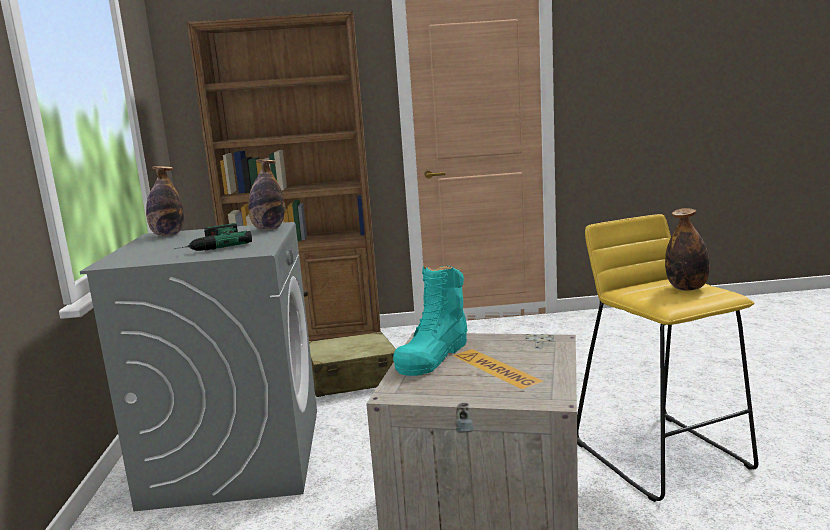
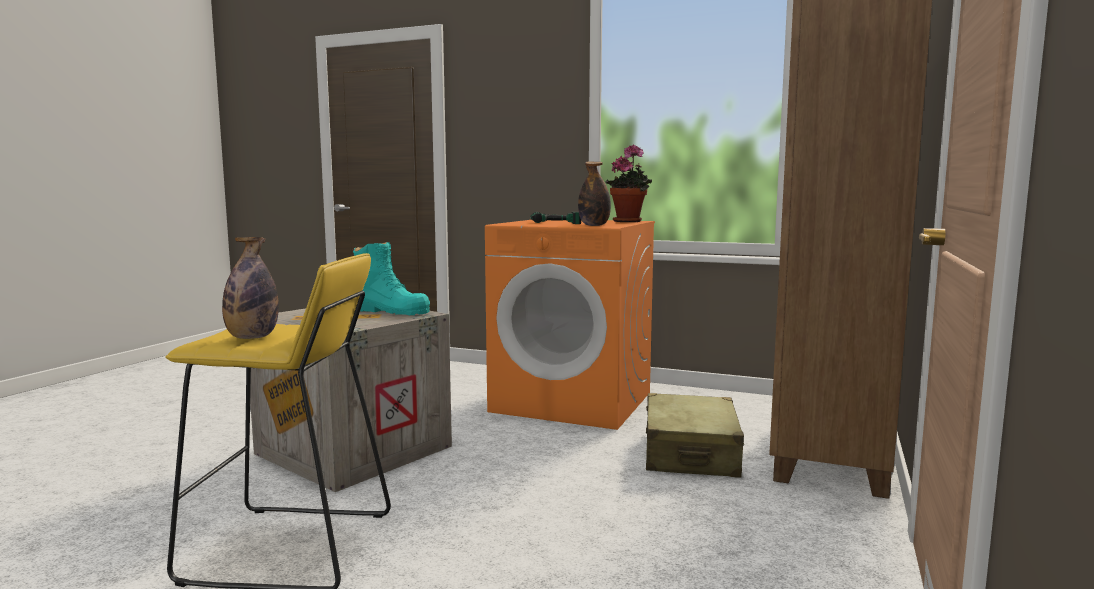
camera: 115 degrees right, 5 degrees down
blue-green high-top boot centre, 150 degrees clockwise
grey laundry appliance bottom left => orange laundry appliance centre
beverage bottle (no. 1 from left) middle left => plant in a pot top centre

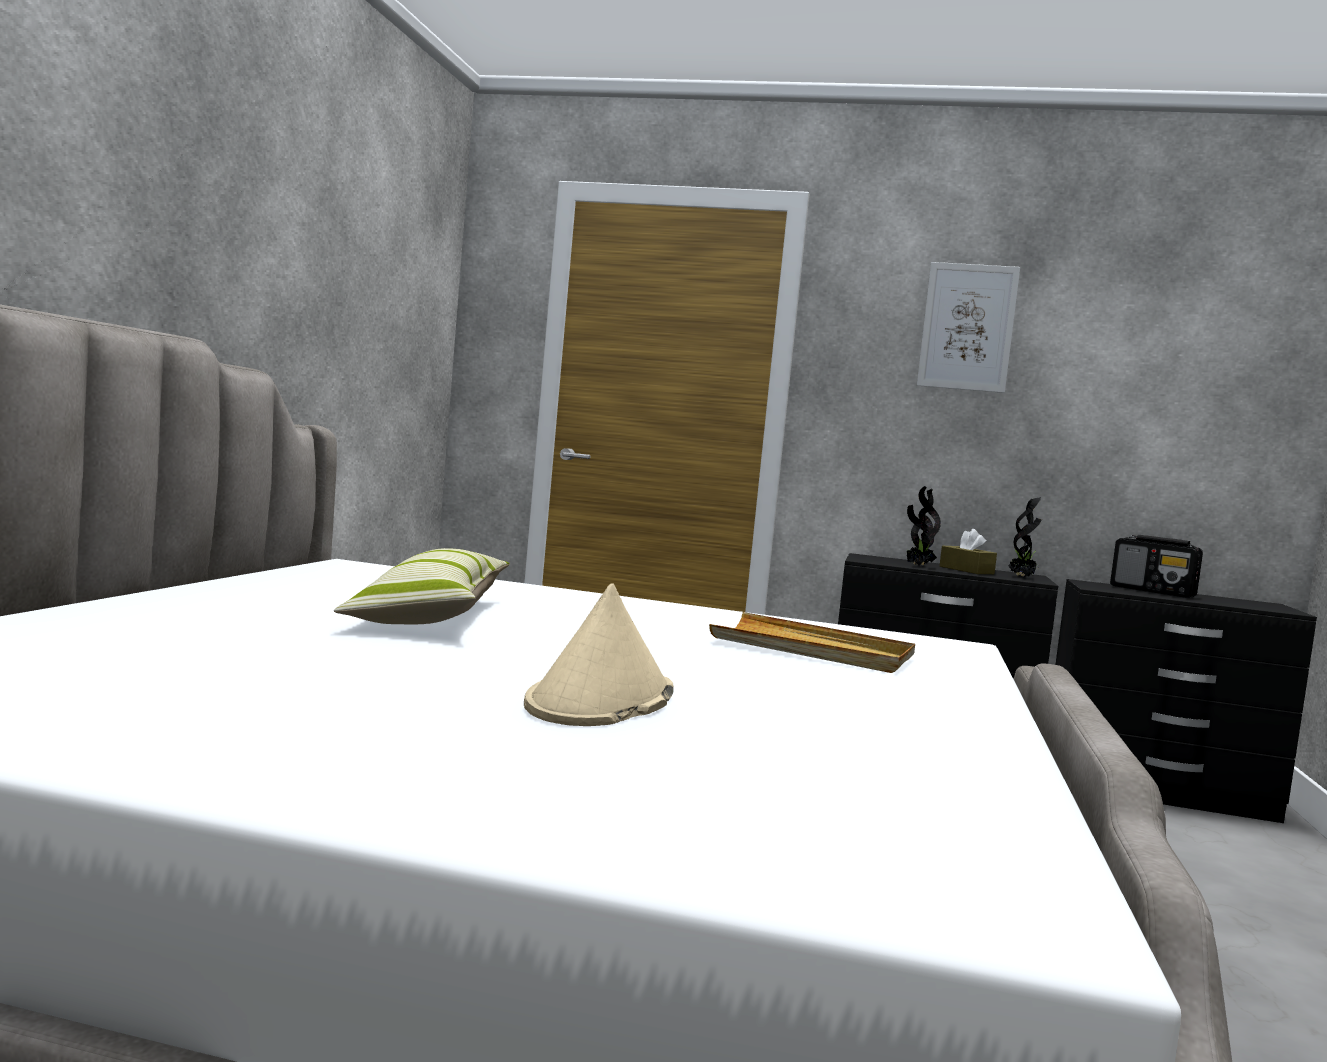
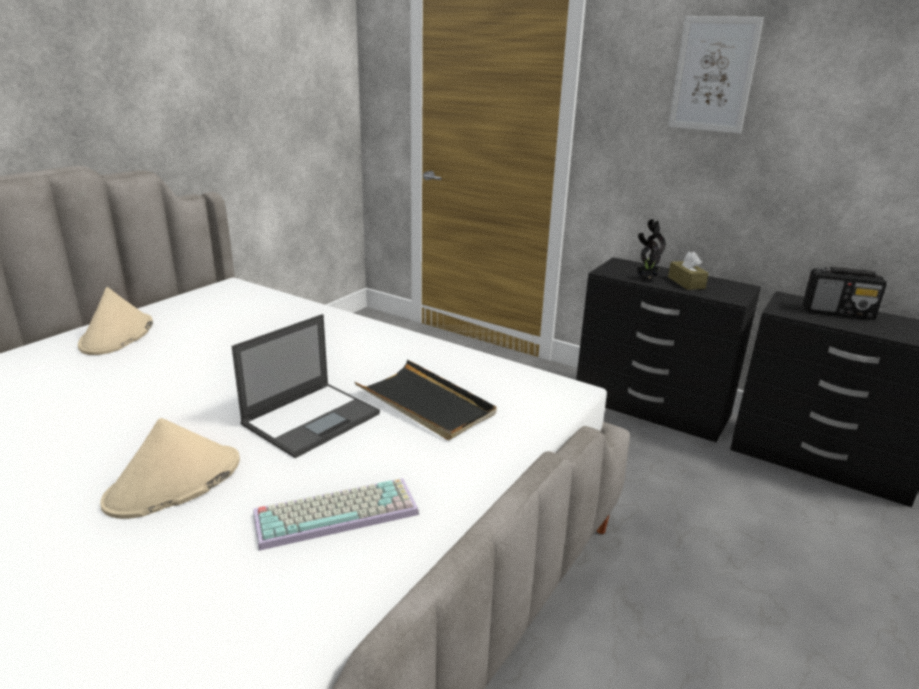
camera: 20 degrees right, 20 degrees up
nothing => beige wearable hat (no. 1 from left) middle left
nothing => laptop middle left
nothing => PC keyboard bottom centre
beige tray centre => black-coloured tray centre
radio middle right, 45 degrees counterclockwise
throw pillow middle left => nothing
plant in a pot (no. 2 from left) middle right => nothing

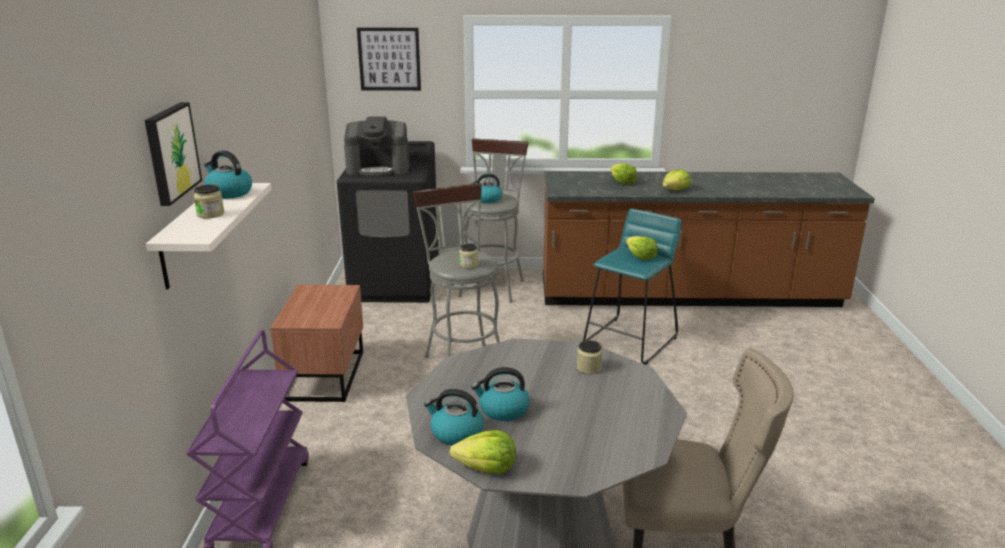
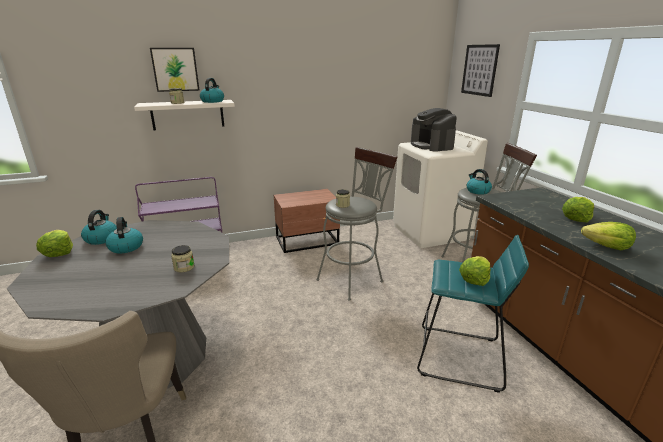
camera: 70 degrees right, 0 degrees up
black-coloured laundry appliance centre => white-coloured laundry appliance centre

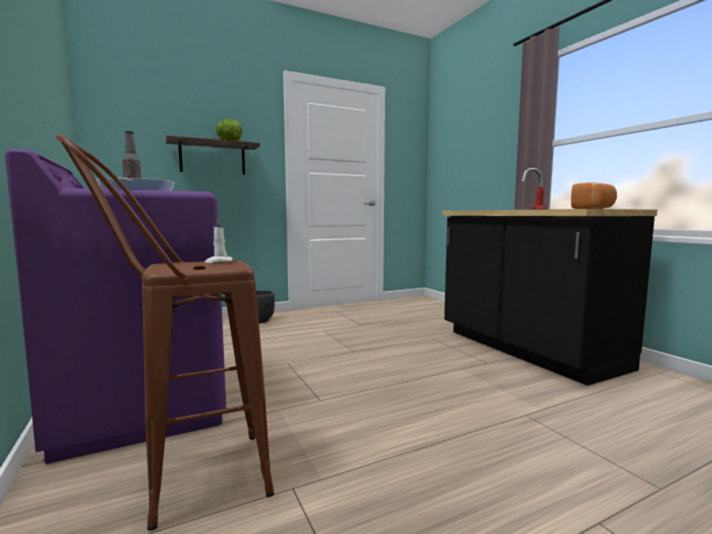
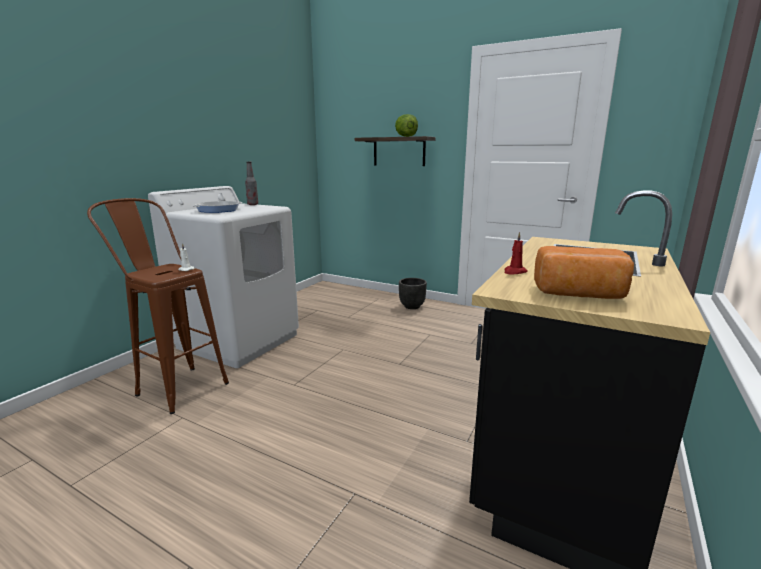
camera: 55 degrees right, 10 degrees up
purple-coloured laundry appliance middle left => white-coloured laundry appliance middle left

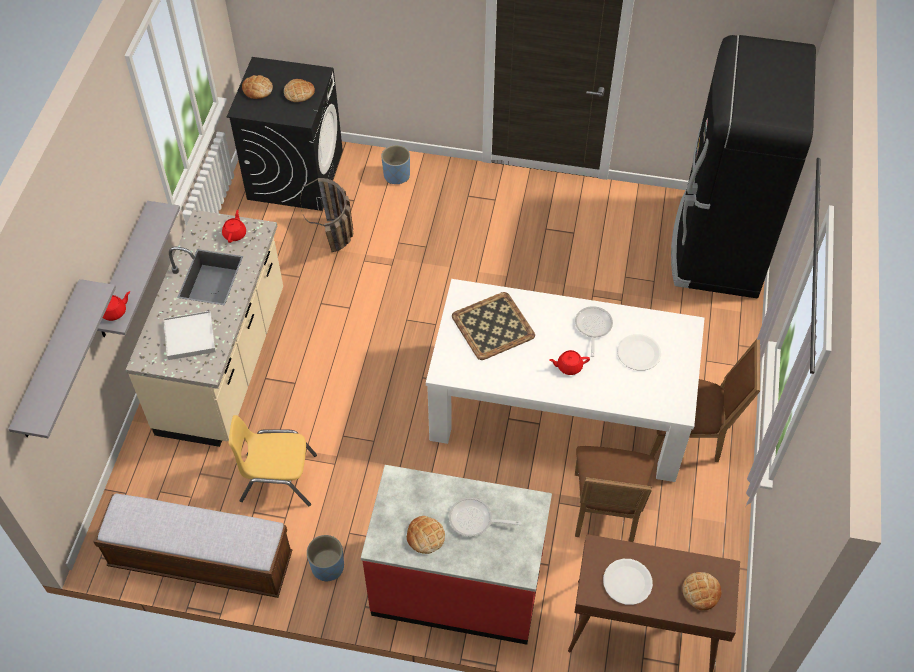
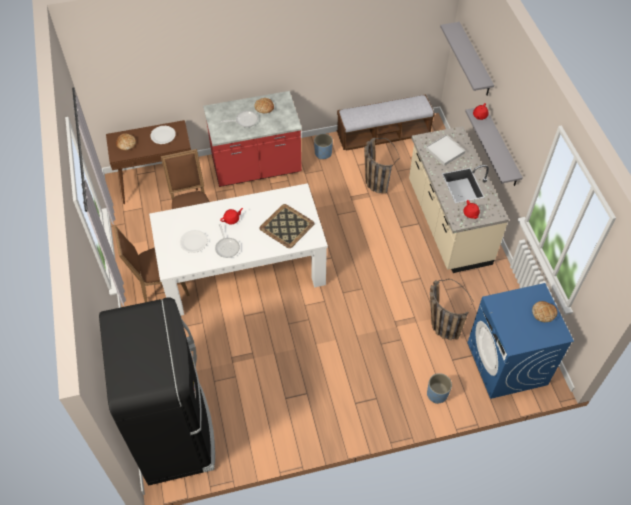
camera: 155 degrees right, 0 degrees up
yellow-coloured chair bottom left => storage basket (no. 1 from left) top centre
black-coloured laundry appliance top left => blue-coloured laundry appliance bottom right
baked bread (no. 2 from left) top left => nothing

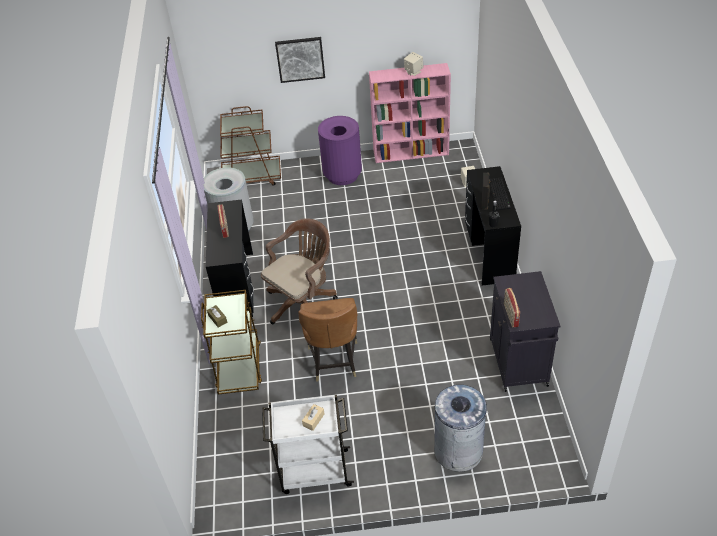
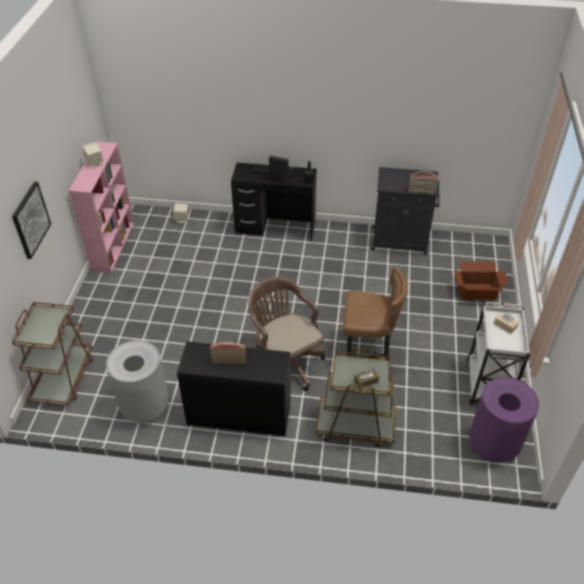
camera: 80 degrees left, 0 degrees up
grey rubbish bin (no. 2 from left) bottom centre => packing box middle right
purple-coloured rubbish bin top centre => purple-coloured rubbish bin bottom right, relocated

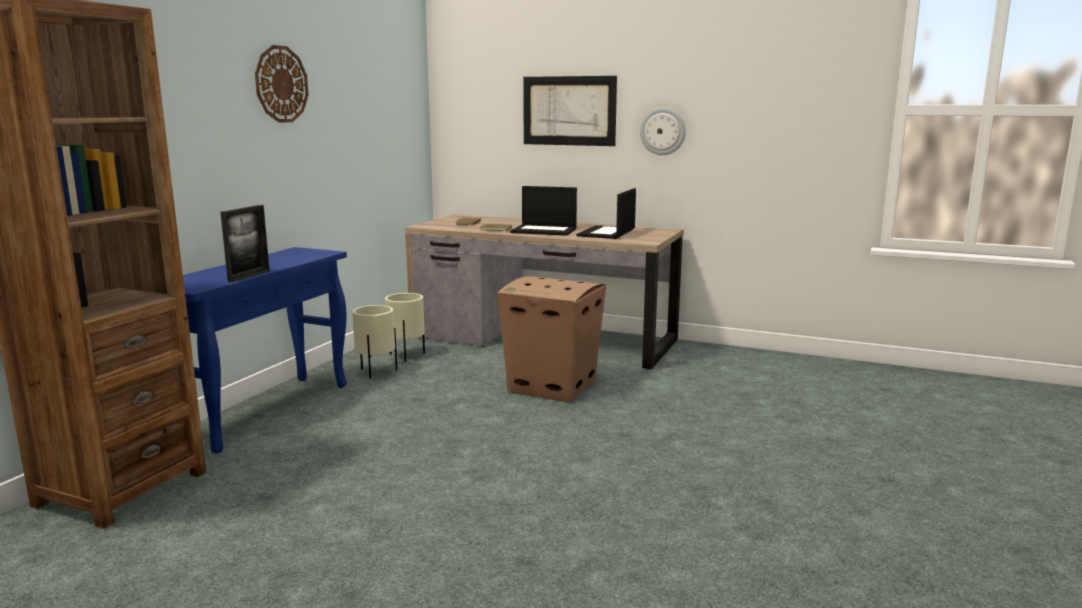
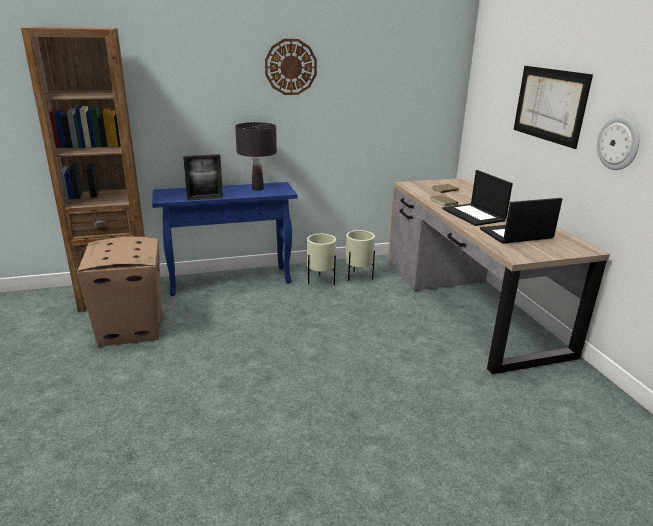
camera: 50 degrees right, 10 degrees up
packing box centre => packing box middle left, relocated
nothing => black-coloured table lamp top centre

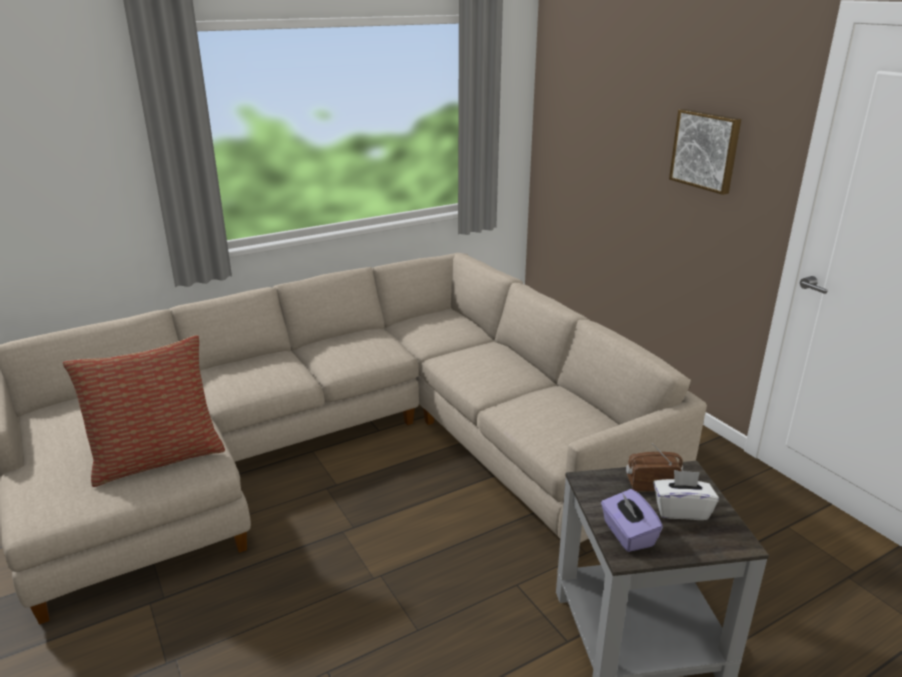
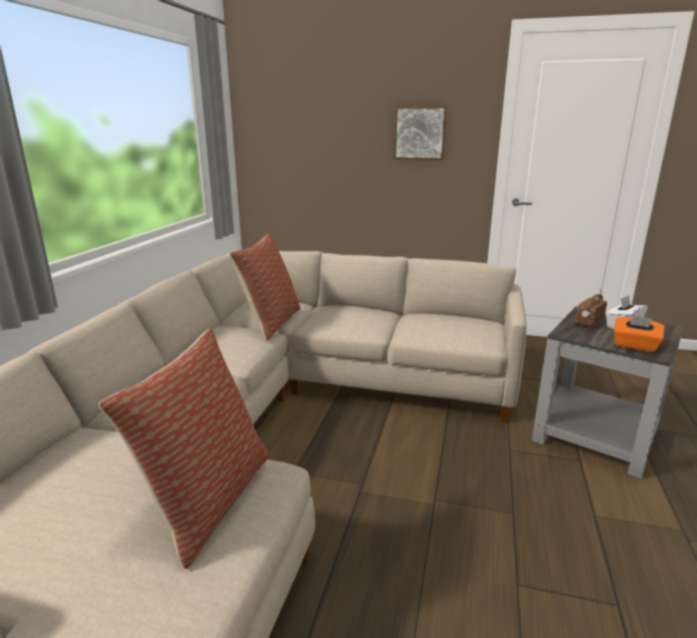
camera: 45 degrees left, 5 degrees down
nothing => throw pillow (no. 2 from left) centre
purple-coloured box of tissues bottom right => orange box of tissues middle right

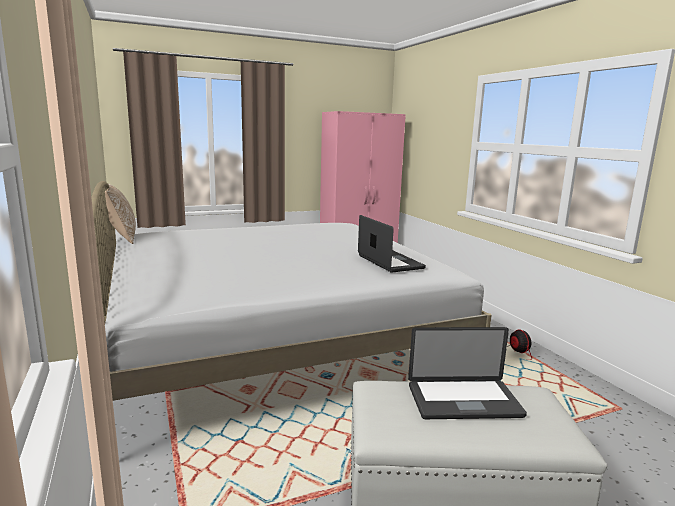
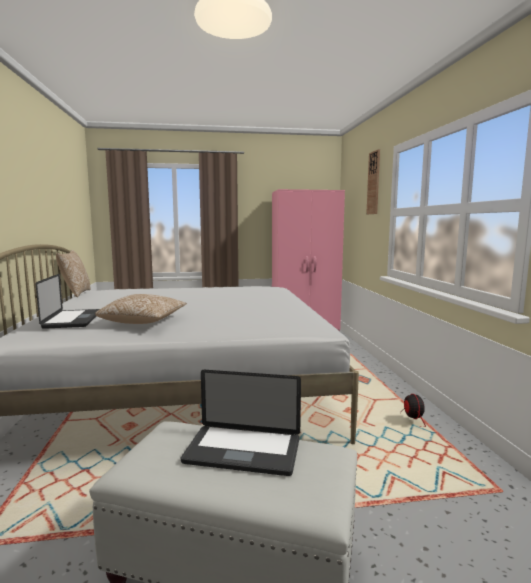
camera: 15 degrees right, 5 degrees down
laptop (no. 1 from left) centre => laptop (no. 1 from left) middle left, relocated
nothing => throw pillow (no. 2 from left) middle left
nothing => hanging clock top right

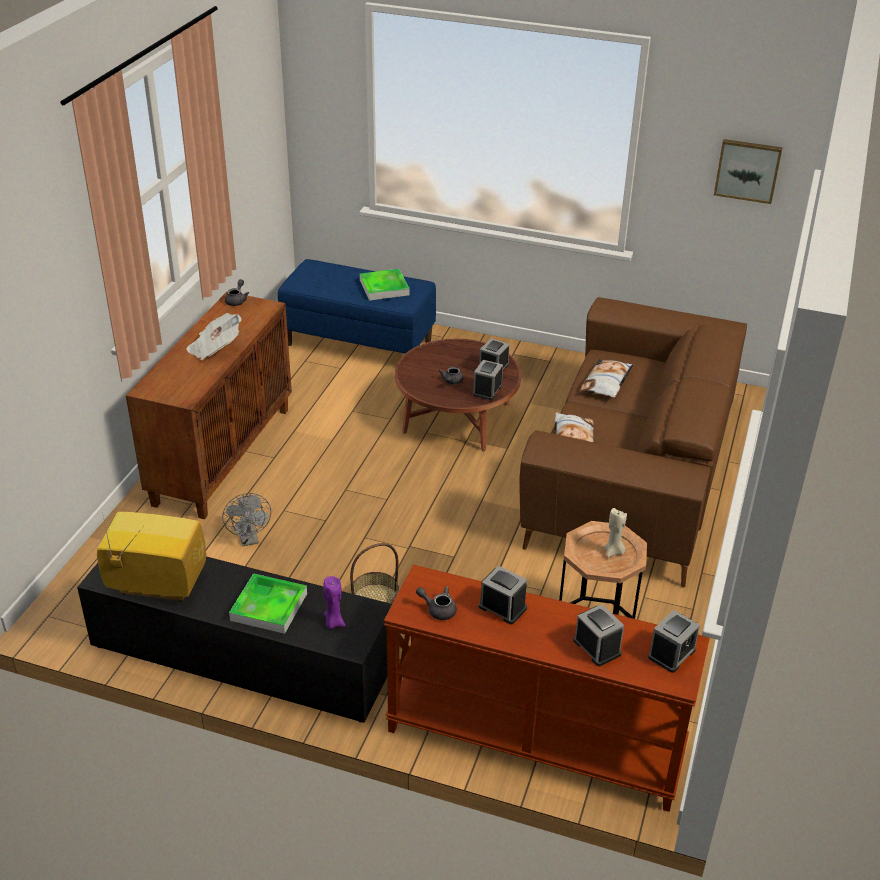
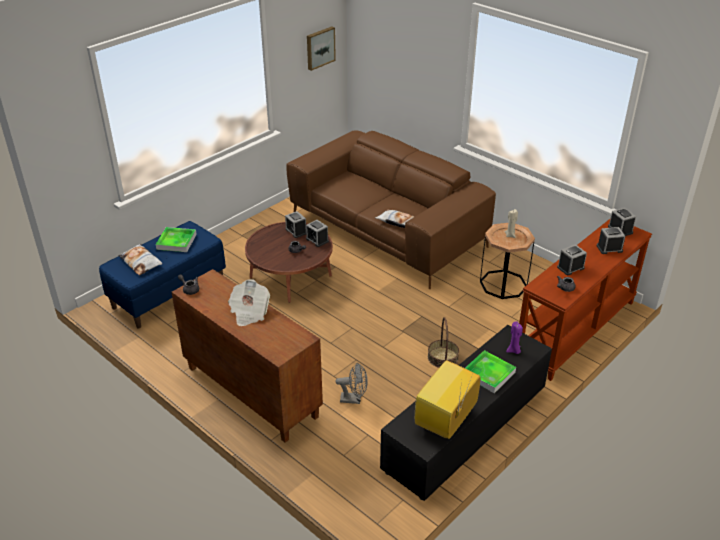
camera: 65 degrees left, 0 degrees up
throw pillow (no. 2 from left in the first image) middle right => throw pillow (no. 1 from left) middle left, relocated

